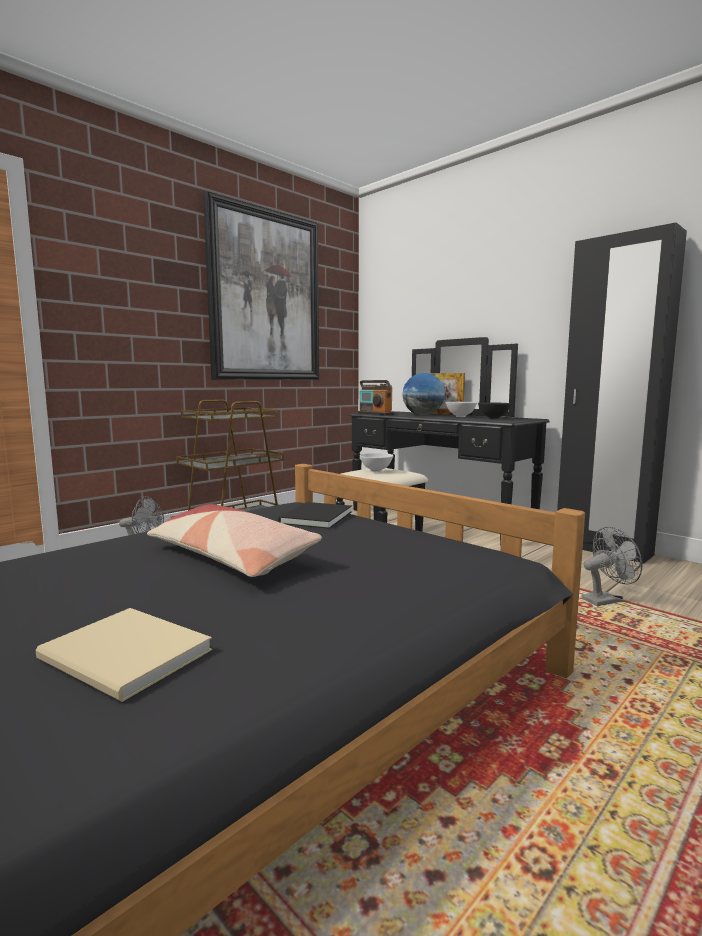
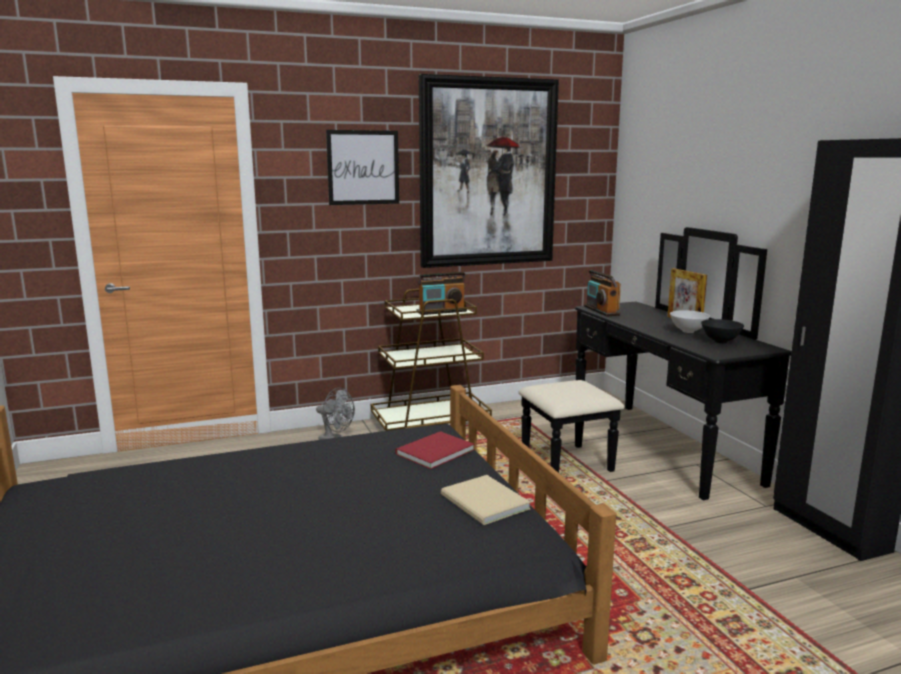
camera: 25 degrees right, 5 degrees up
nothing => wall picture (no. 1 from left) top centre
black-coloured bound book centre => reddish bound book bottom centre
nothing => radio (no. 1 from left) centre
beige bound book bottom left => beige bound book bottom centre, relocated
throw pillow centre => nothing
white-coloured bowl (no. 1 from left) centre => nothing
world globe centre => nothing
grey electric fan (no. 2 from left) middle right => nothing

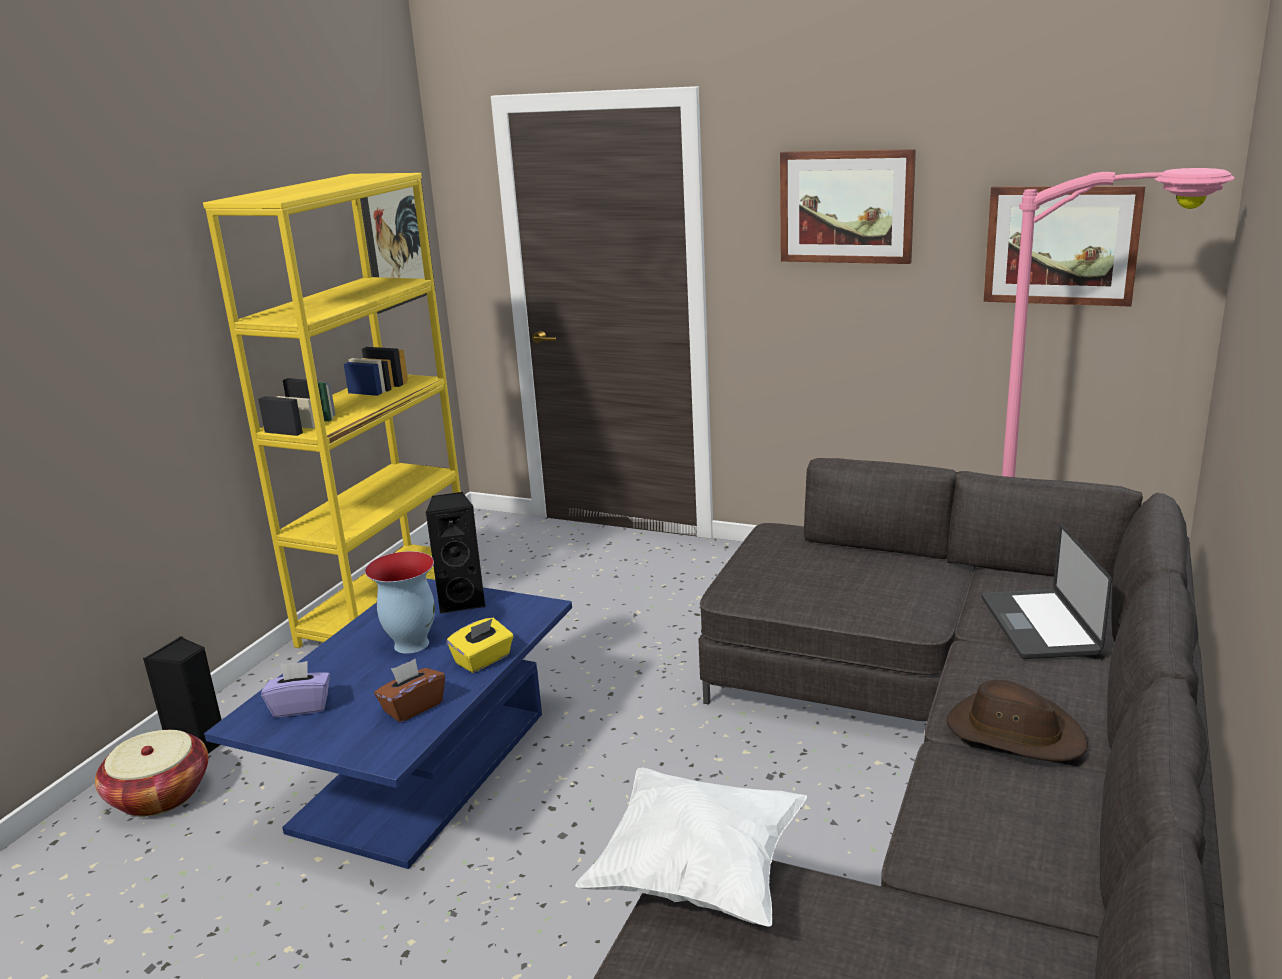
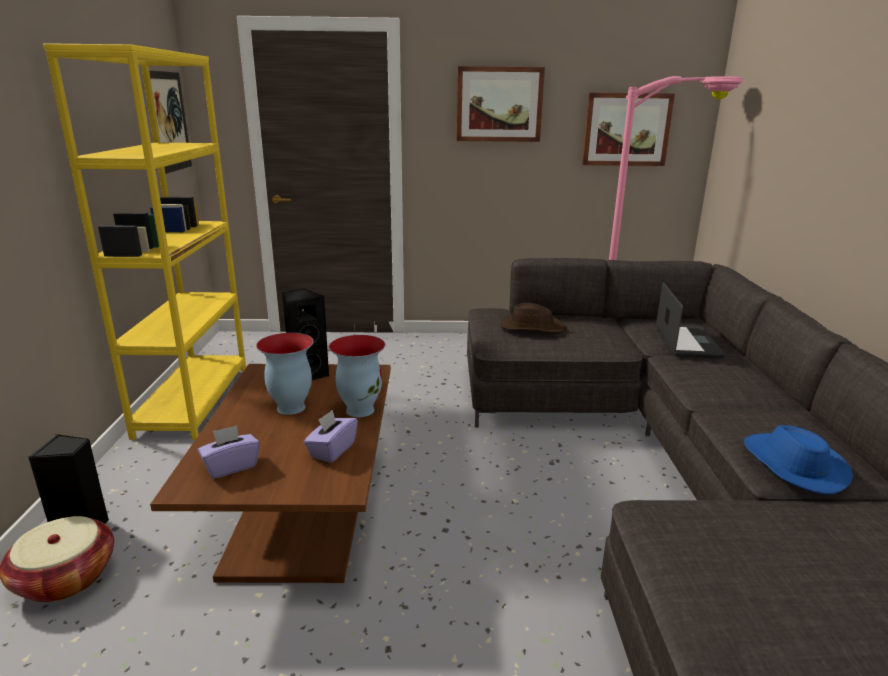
camera: 25 degrees left, 0 degrees up
blue-coloured low table bottom left => brownish low table bottom left
brownish box of tissues bottom left => purple-coloured box of tissues (no. 2 from left) centre
yellow-coloured box of tissues centre => flower vase (no. 2 from left) centre
brownish wearable hat bottom right => brownish wearable hat centre, relocated
laptop middle right, 150 degrees counterclockwise
nothing => blue-coloured wearable hat bottom right
white-coloured throw pillow bottom centre => nothing

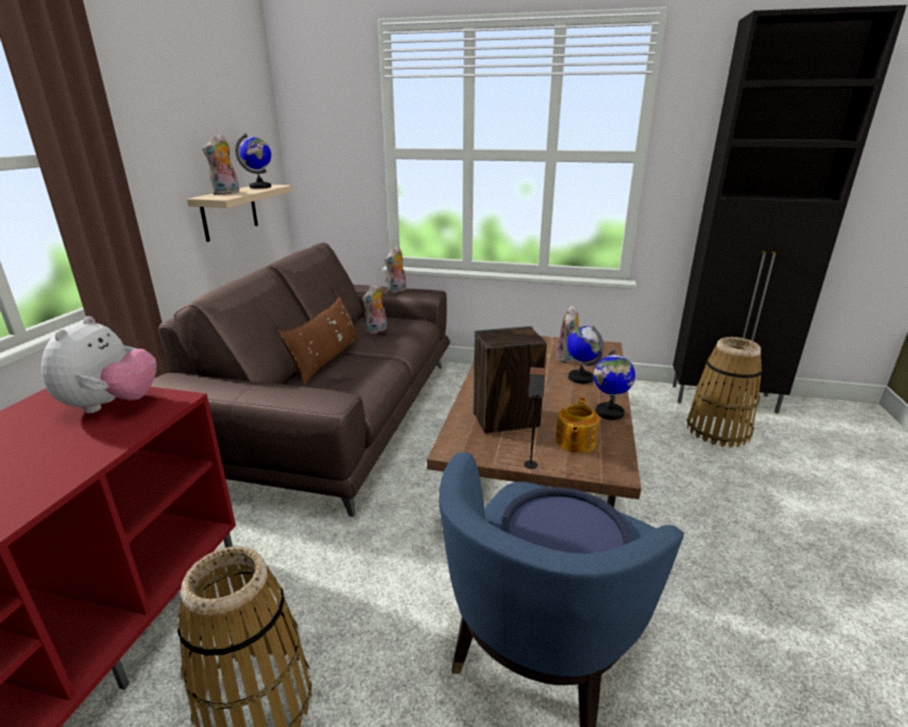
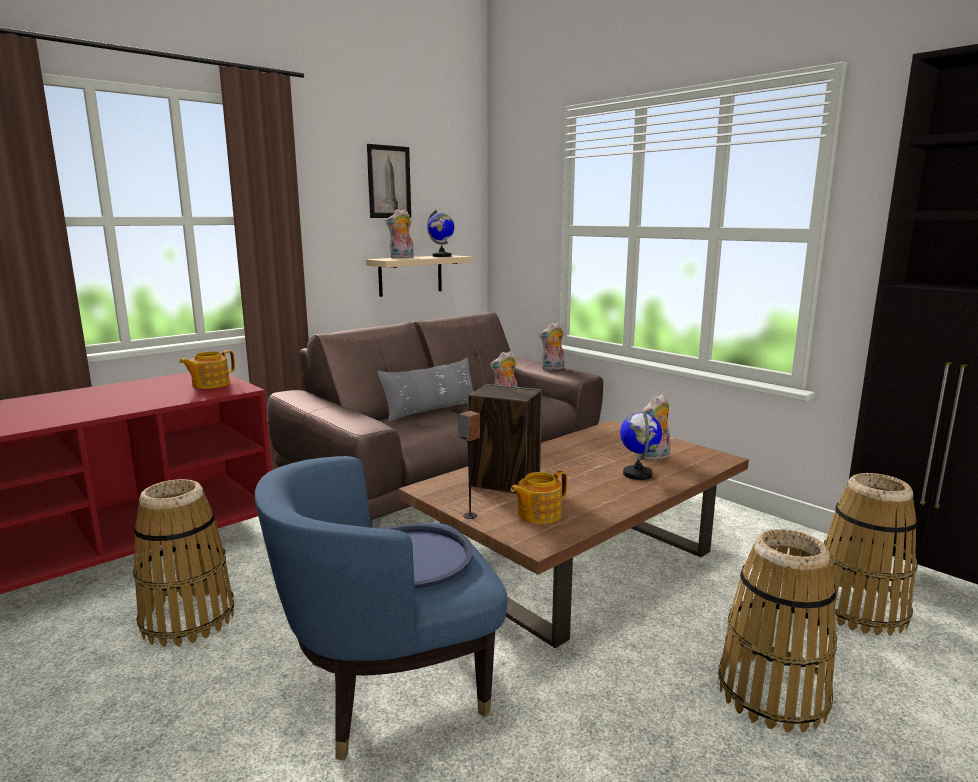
camera: 35 degrees right, 10 degrees down
cuddly toy (no. 1 from left) middle left => tea pot (no. 1 from left) middle left
nothing => wall picture top centre
brownish throw pillow centre => grey throw pillow centre
nothing => storage basket (no. 2 from left) bottom right
world globe (no. 3 from left) middle right => nothing

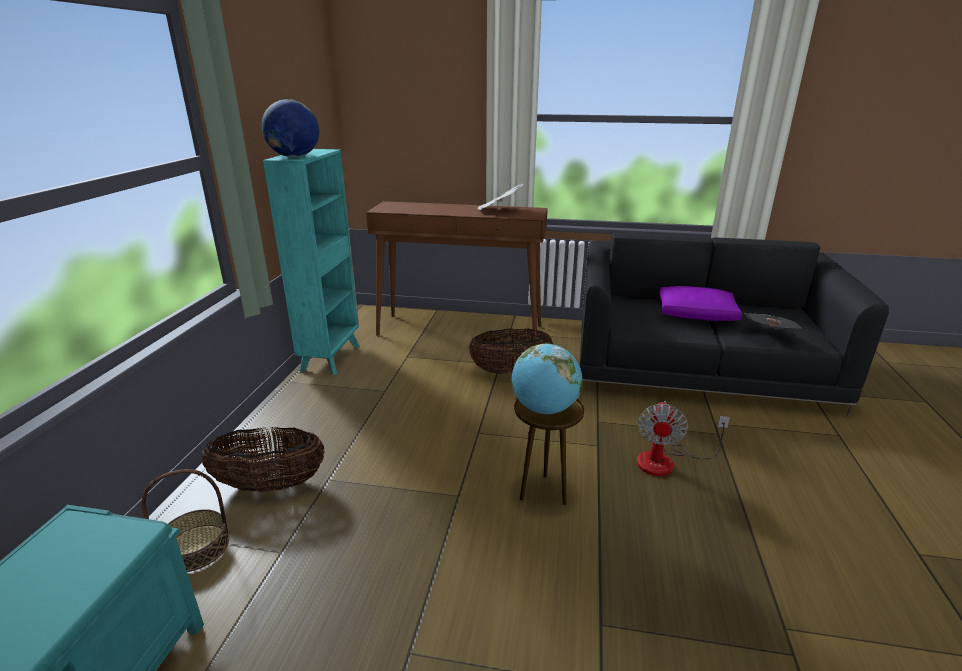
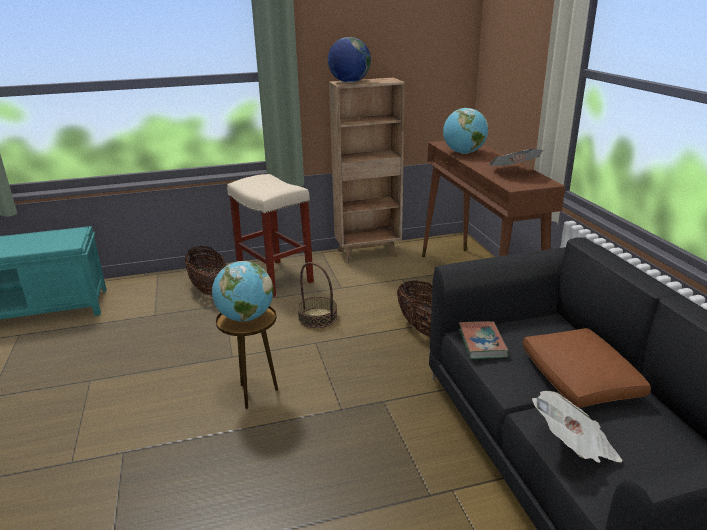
camera: 65 degrees right, 0 degrees up
nothing => beige stool centre
storage basket (no. 1 from left in the first image) bottom left => storage basket (no. 2 from left) centre, relocated
blue-green bookshelf middle left => brownish bookshelf top centre
nothing => world globe (no. 3 from left) top centre
nothing => bound book middle right
purple-coloured throw pillow middle right => brownish throw pillow bottom right
electric fan middle right => nothing

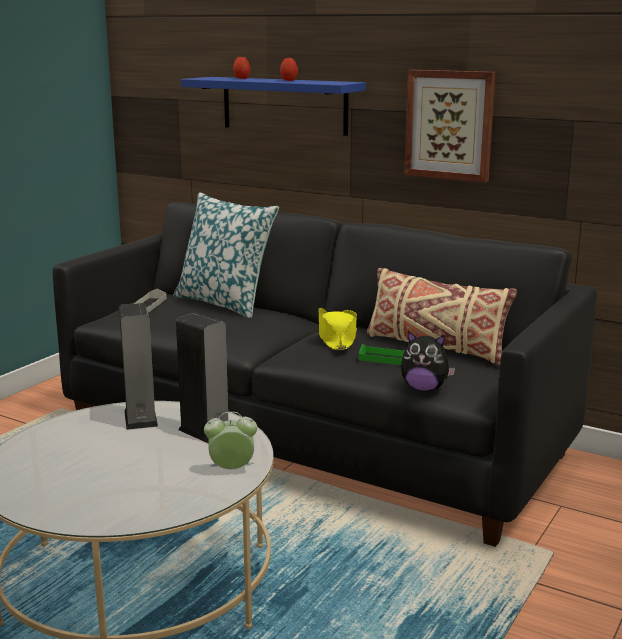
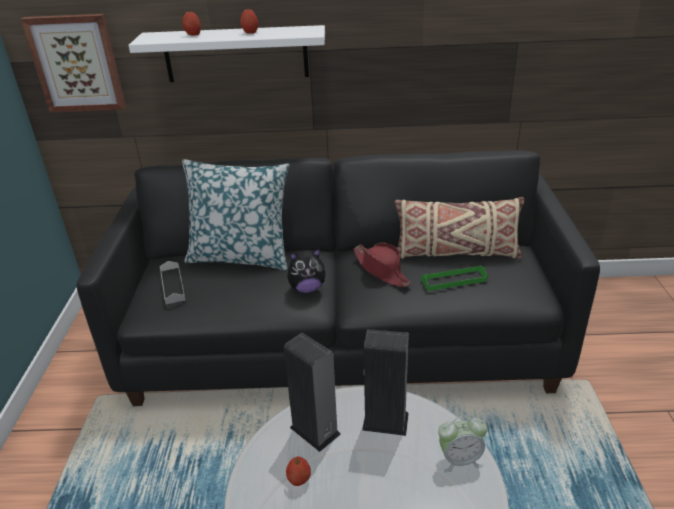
camera: 30 degrees left, 15 degrees up
wall picture top right => wall picture top left, relocated
blue-coloured shelf top centre => white-coloured shelf top centre
nothing => whole apple (no. 3 from left) bottom centre
cuddly toy middle right => cuddly toy centre, relocated
yellow-coloured wearable hat centre => reddish wearable hat centre
bedside clock bottom centre => bedside clock bottom right, 150 degrees counterclockwise

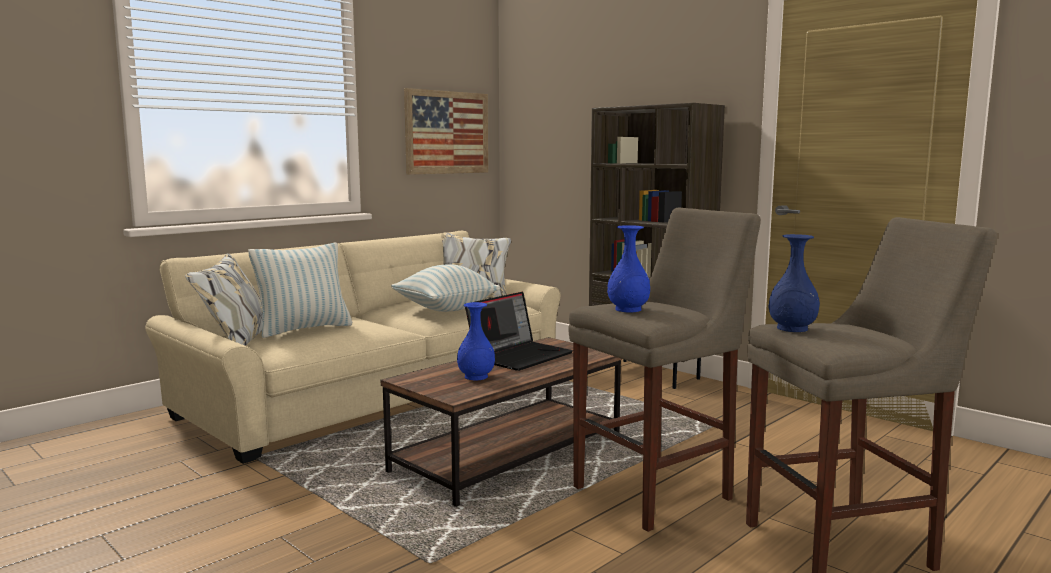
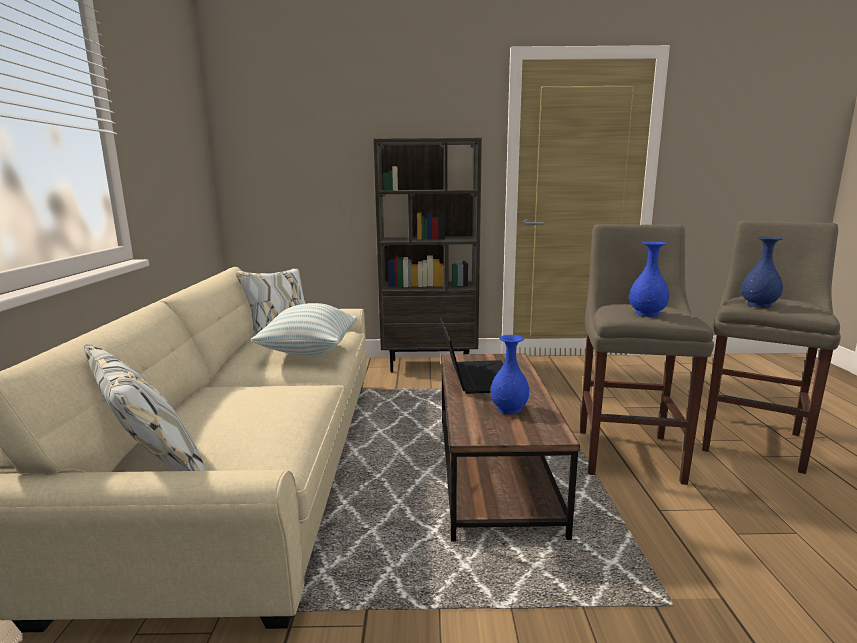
camera: 45 degrees left, 5 degrees up
throw pillow (no. 1 from left) middle left => nothing
wall picture top centre => nothing

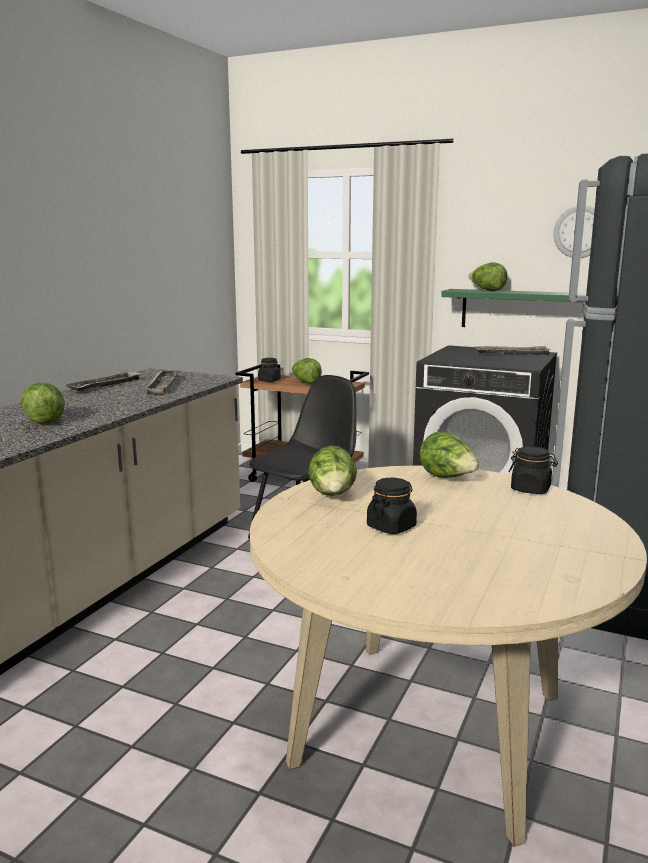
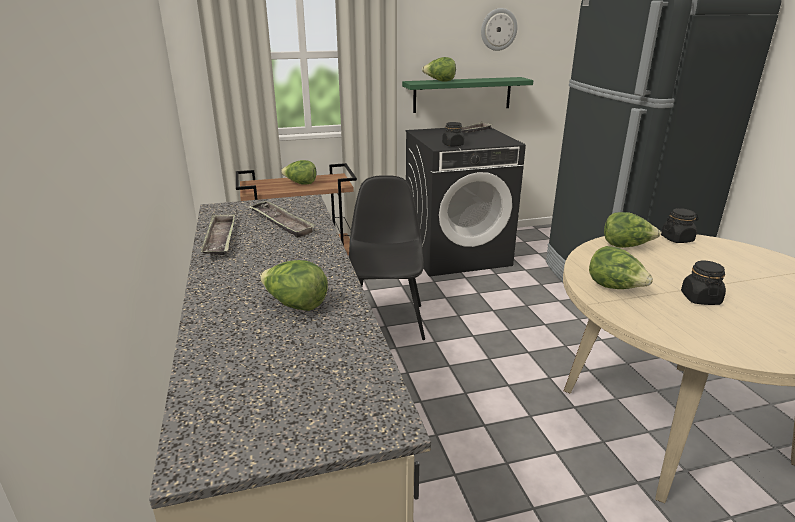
camera: 40 degrees left, 10 degrees up
black-coloured storage jar (no. 1 from left) centre => black-coloured storage jar (no. 1 from left) top centre, relocated

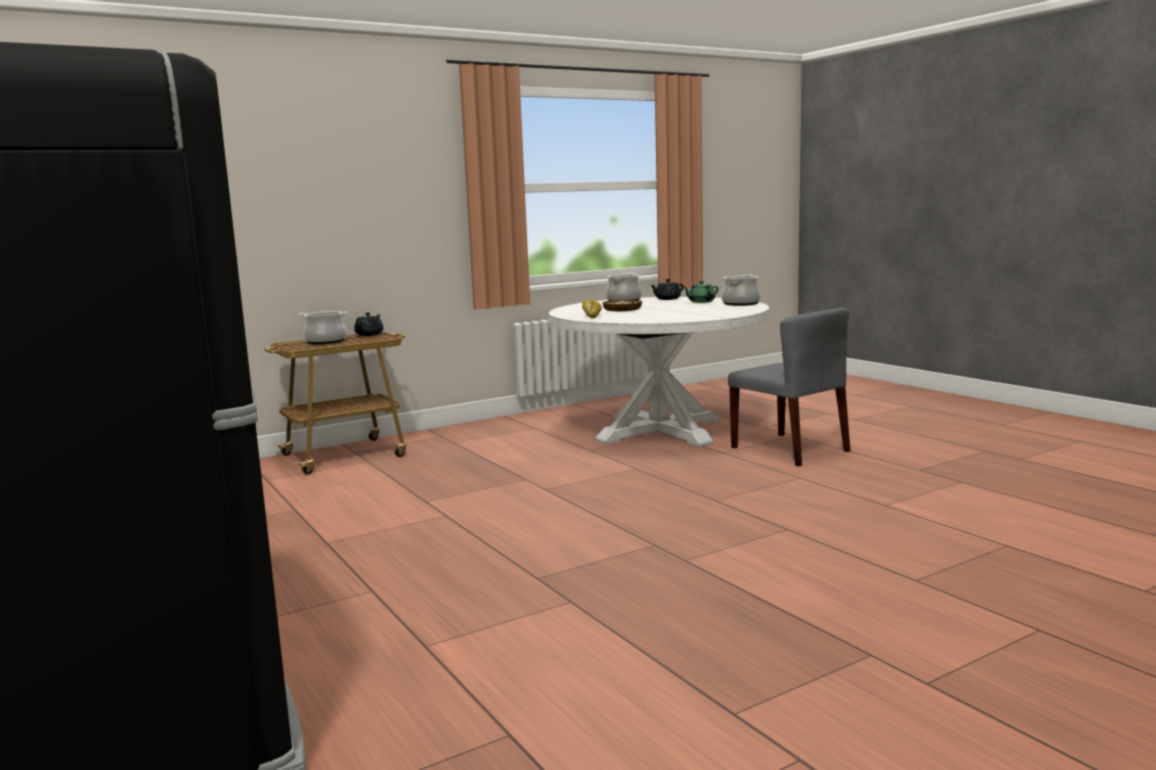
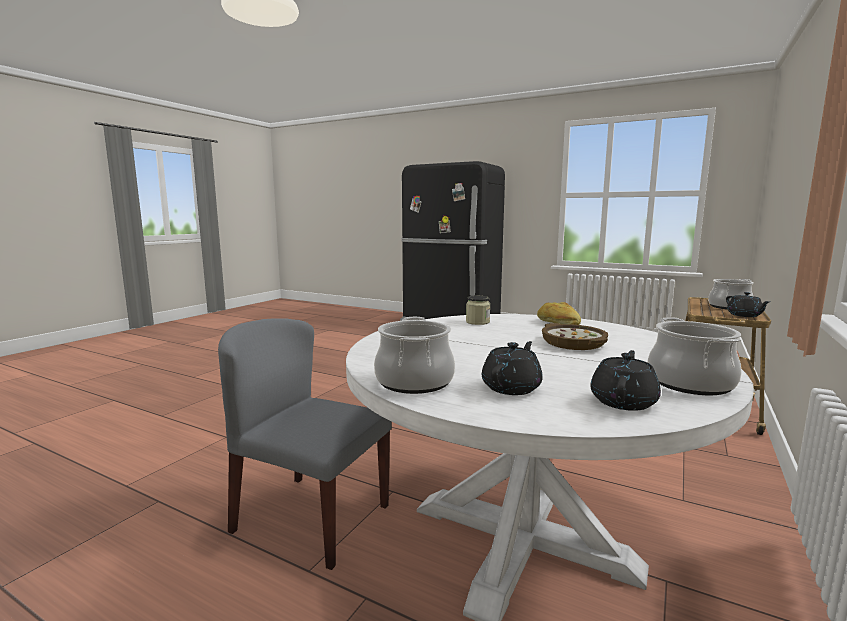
camera: 150 degrees right, 0 degrees up
nothing => storage jar centre
green-coloured tea pot centre => black-coloured tea pot (no. 1 from left) centre

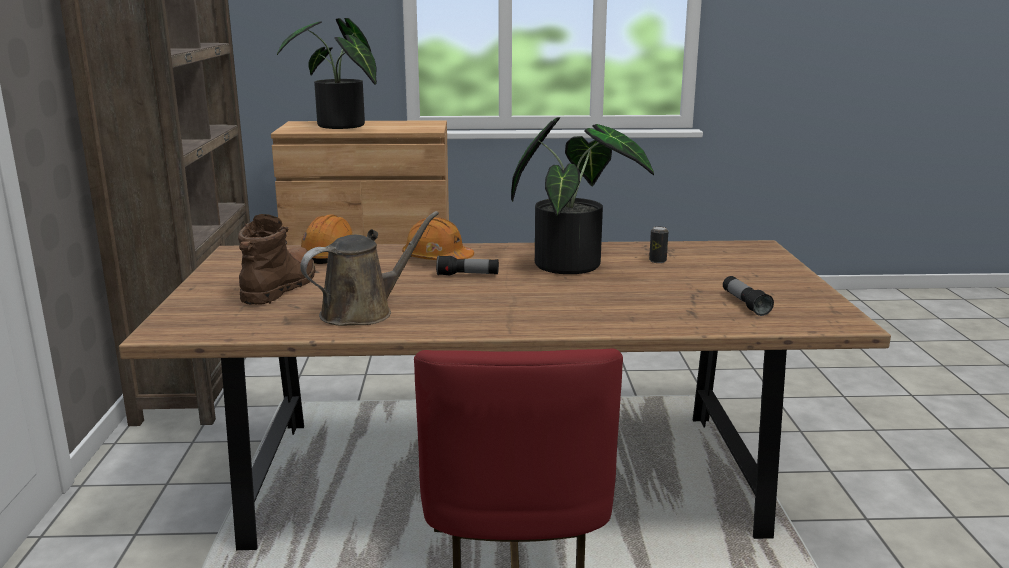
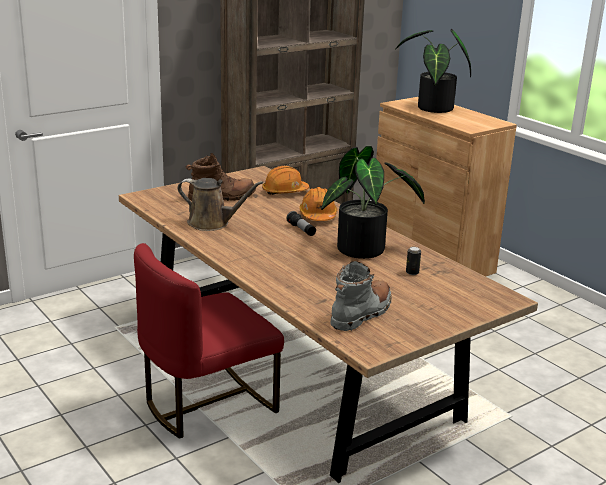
camera: 55 degrees right, 5 degrees up
torch (no. 2 from left) middle right => grey high-top boot centre

